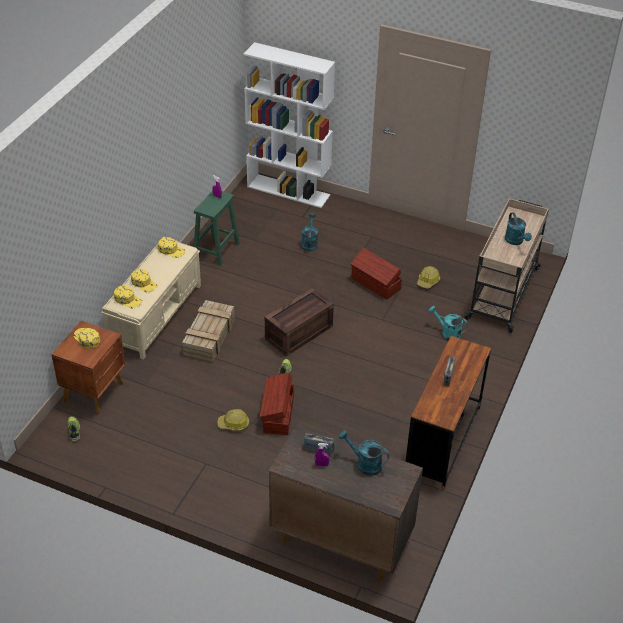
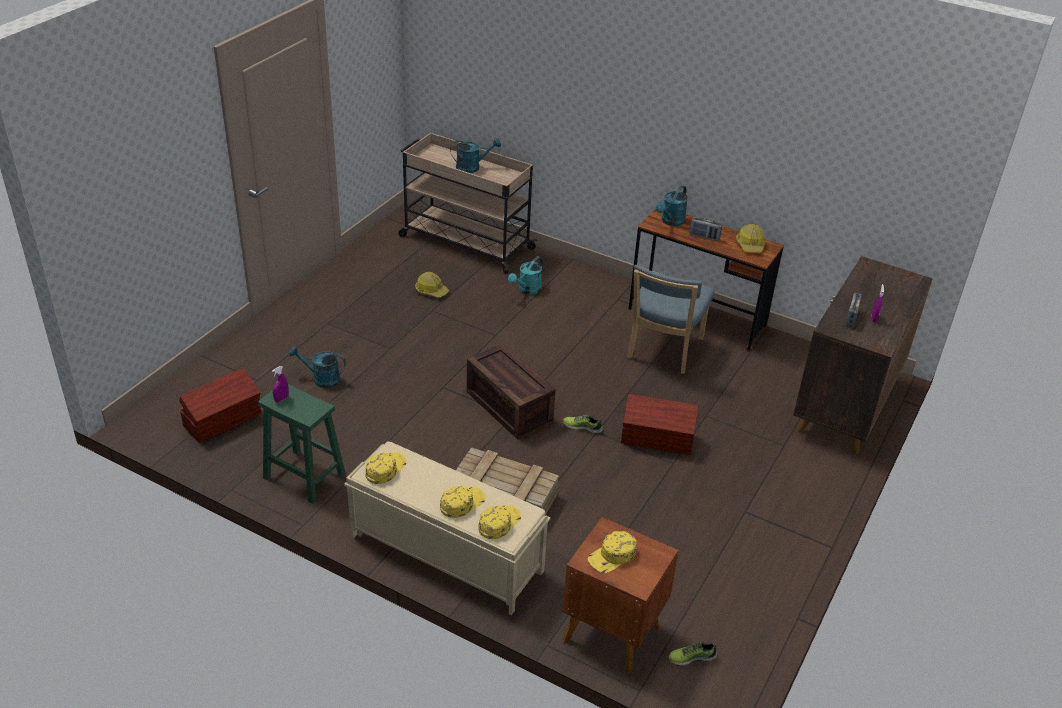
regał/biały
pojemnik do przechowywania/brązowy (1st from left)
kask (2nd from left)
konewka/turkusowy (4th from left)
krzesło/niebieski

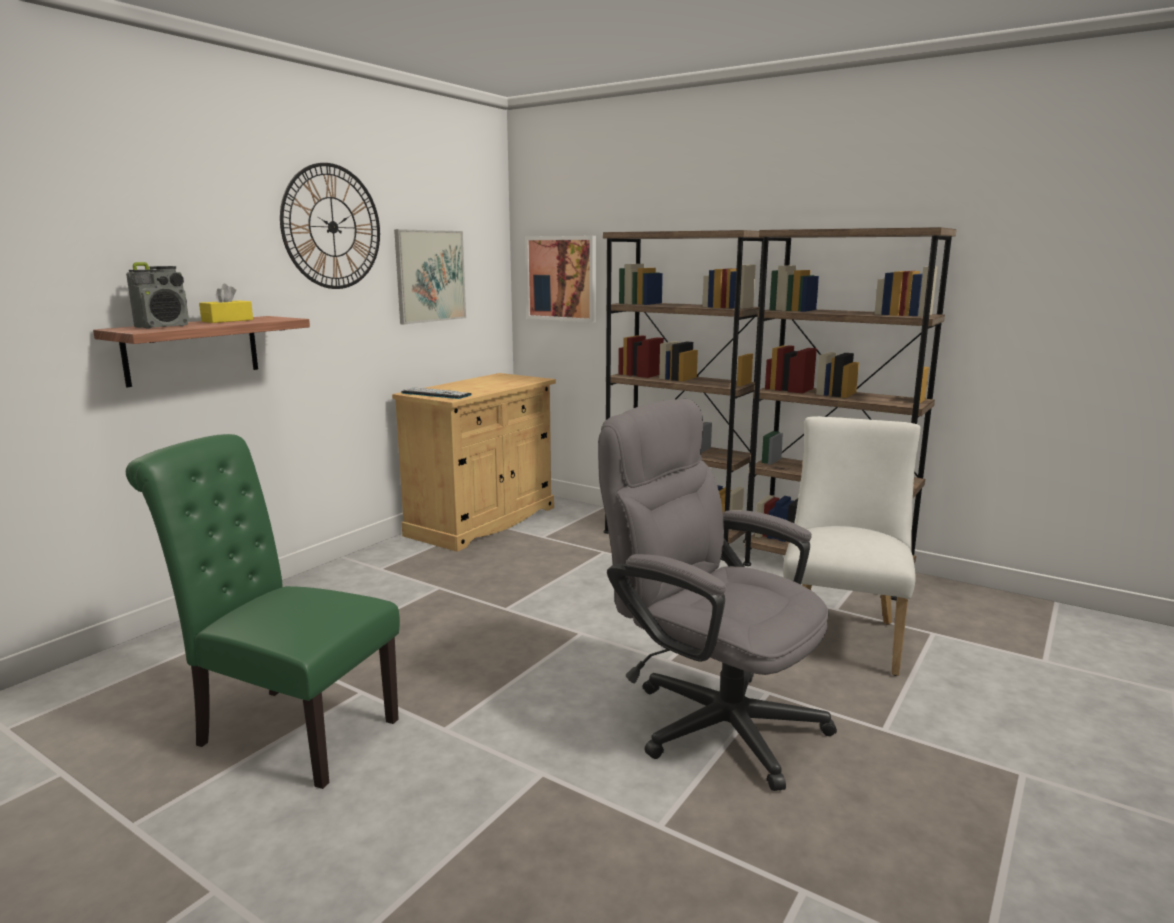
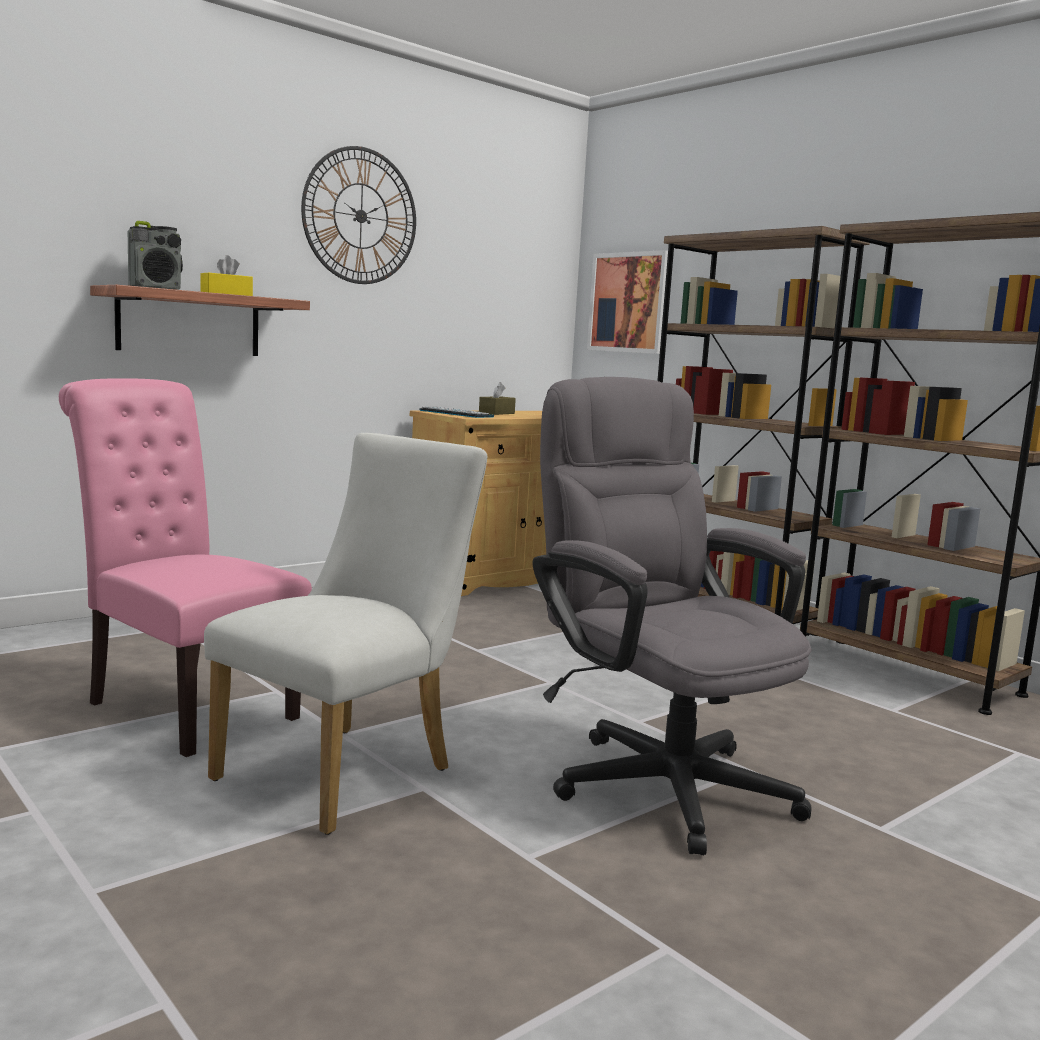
obraz (1st from left in the first image)
krzesło/biały
krzesło/różowy
pudełko chusteczek/brązowy

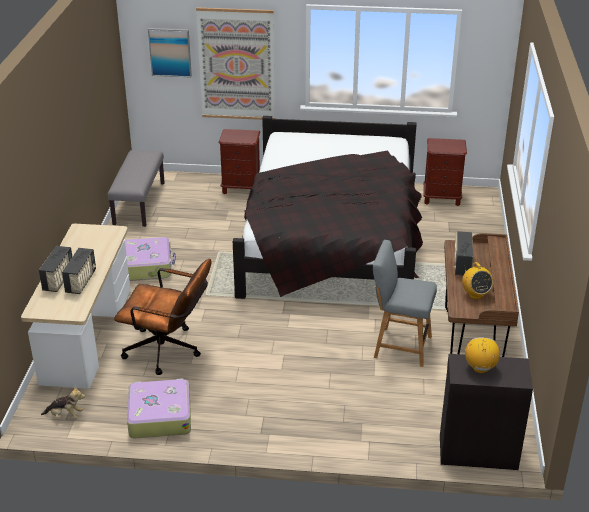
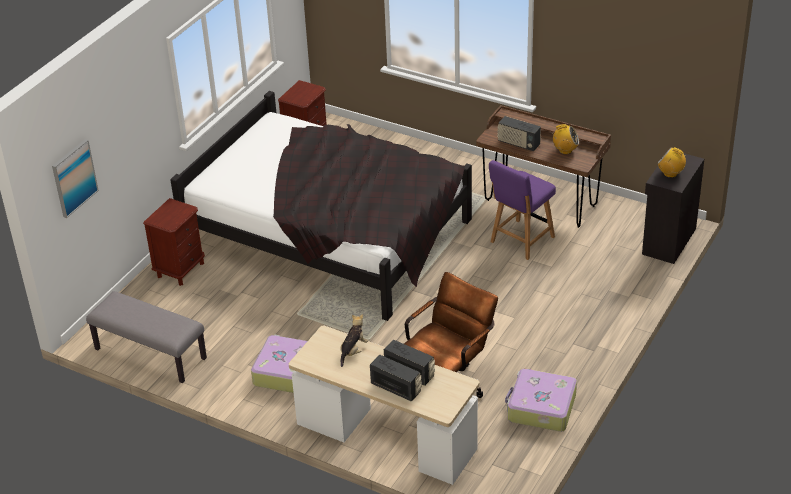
obraz (2nd from left in the first image)
krzesło/fioletowy
pluszak

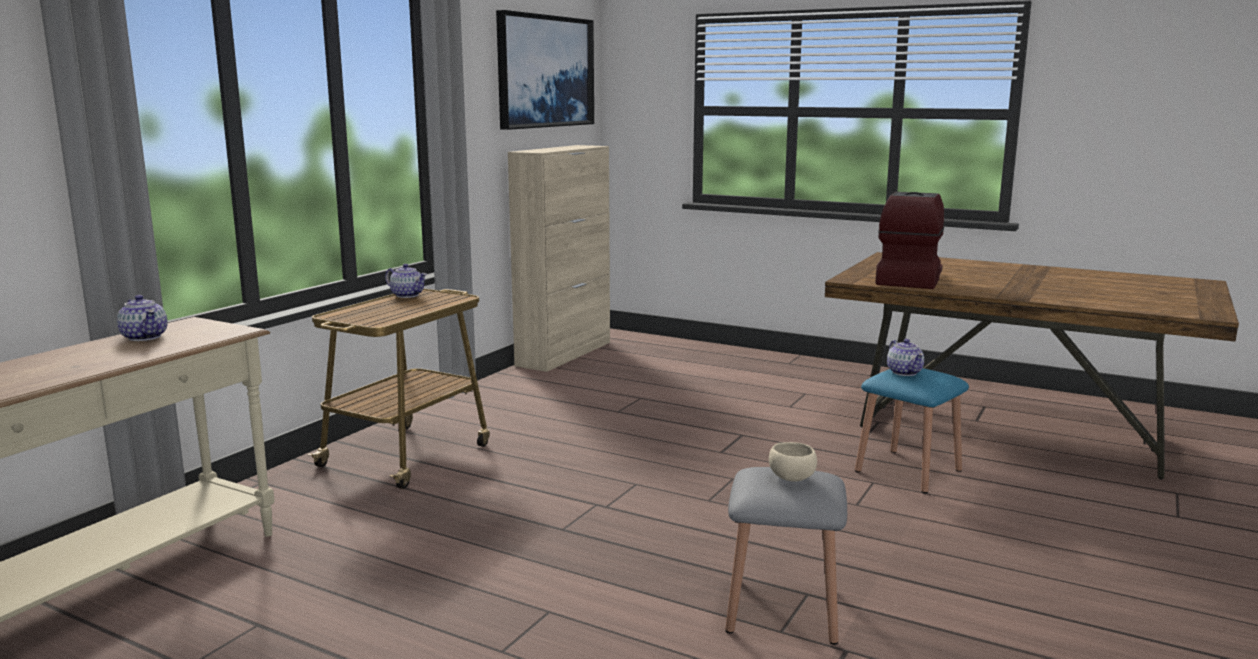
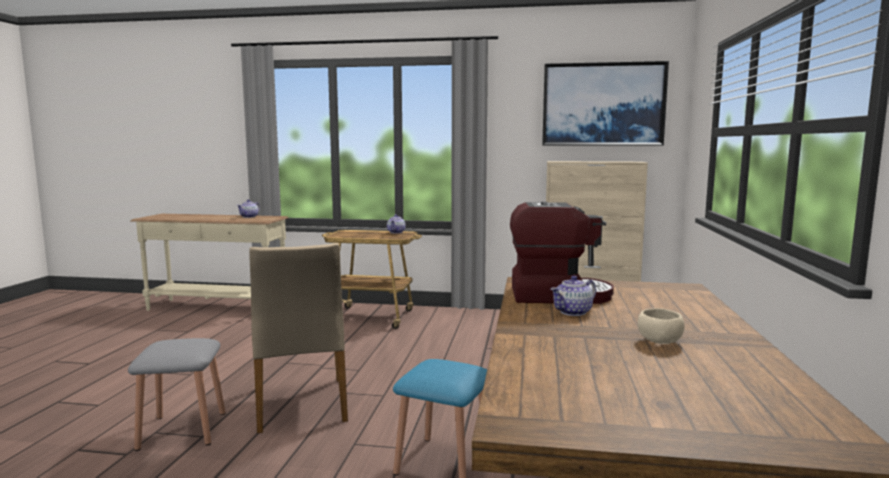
imbryk (3rd from left)
miska/beżowy
krzesło/beżowy

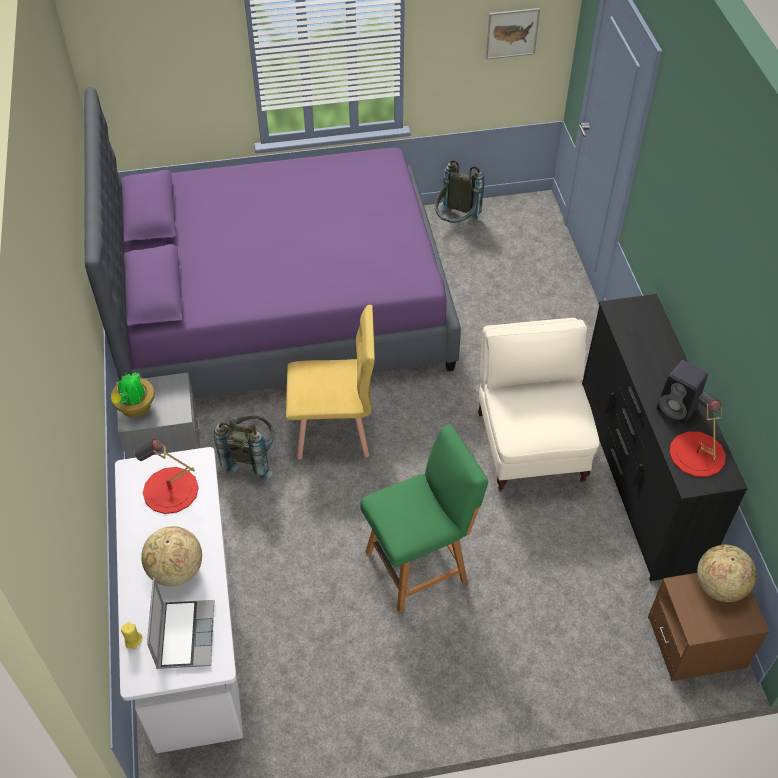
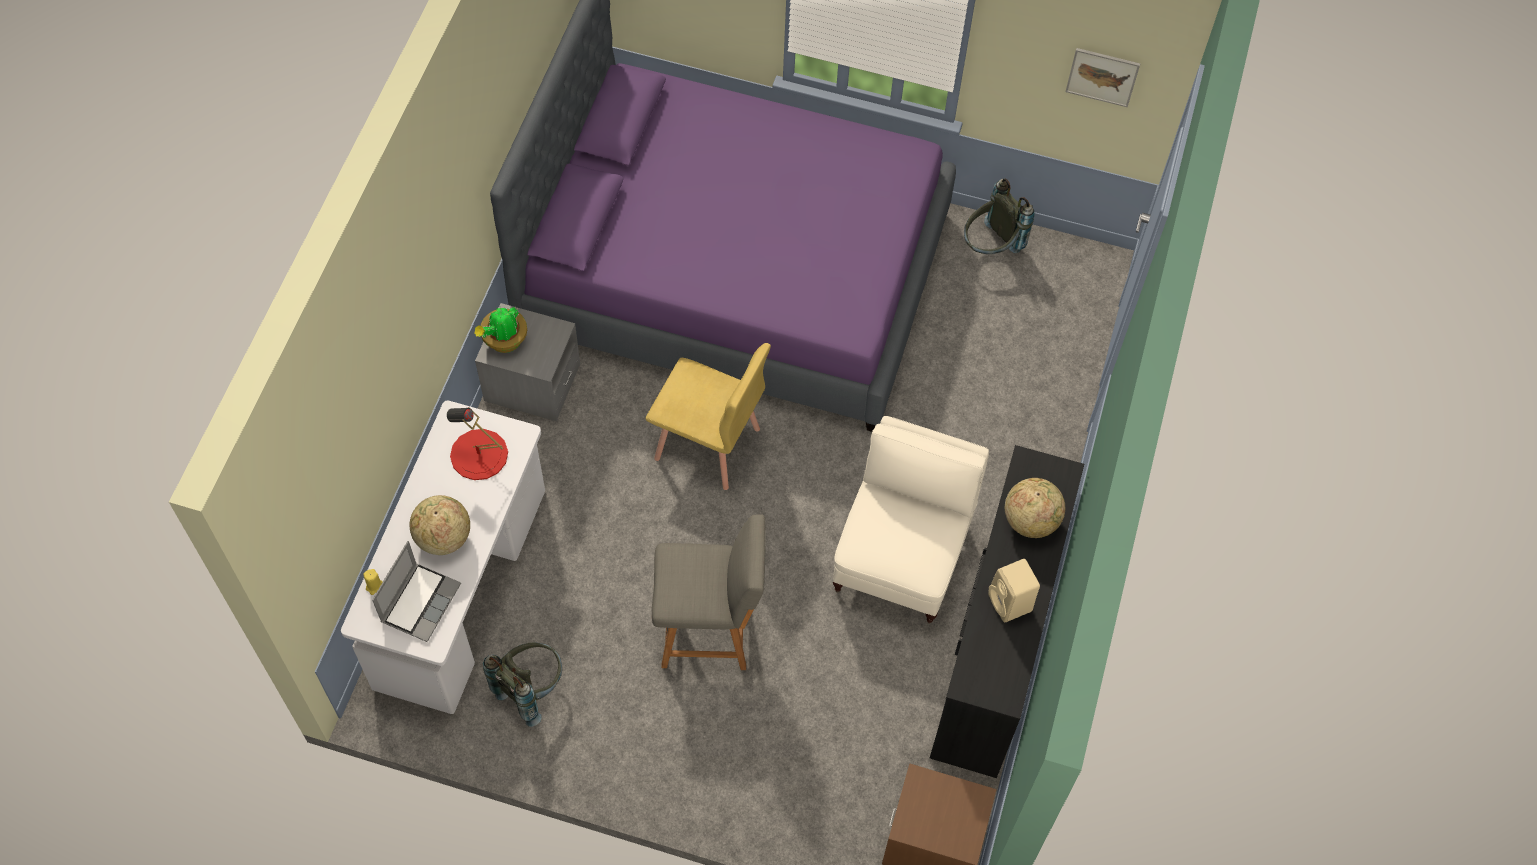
głośnik/beżowy
lampa stołowa/czerwony (2nd from left in the first image)
plecak/szary (1st from left)
krzesło/szary
globus (2nd from left)

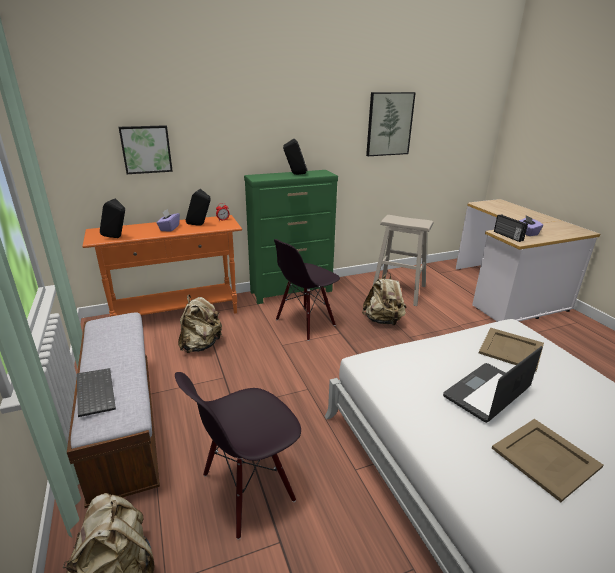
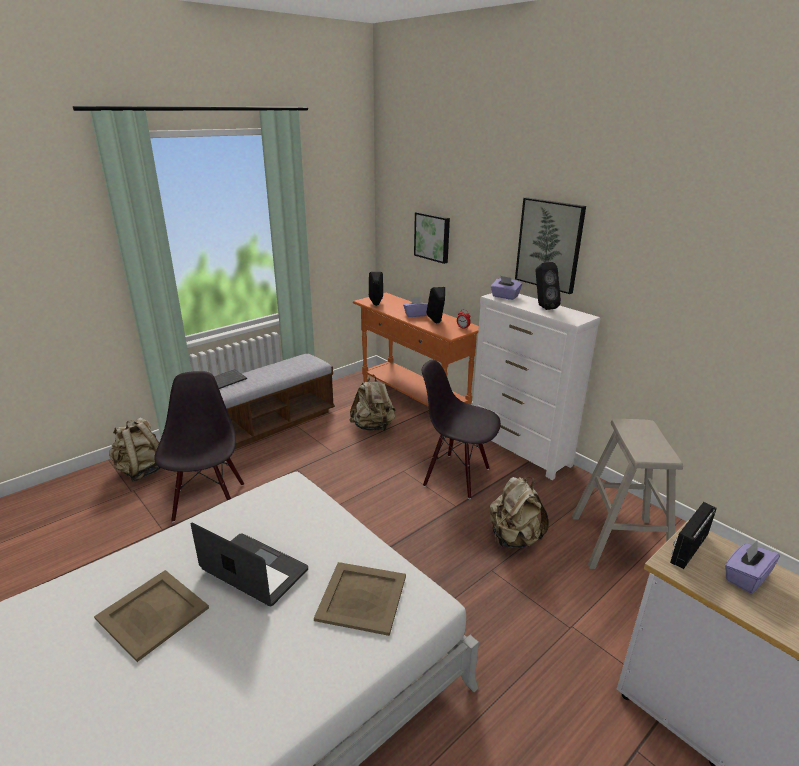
obraz (2nd from left)
komoda/biały
krzesło/czarny (1st from left)
pudełko chusteczek/fioletowy (2nd from left)

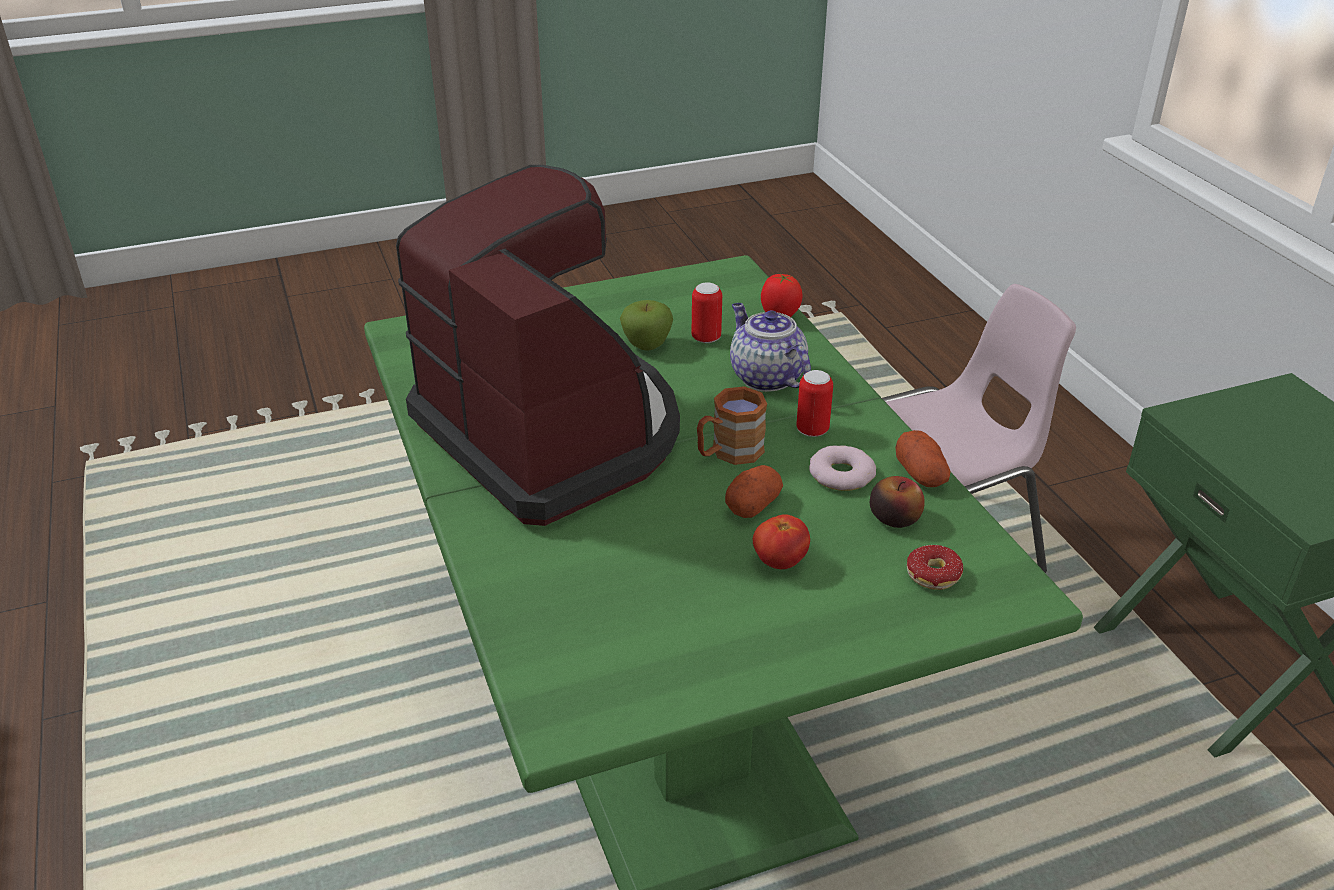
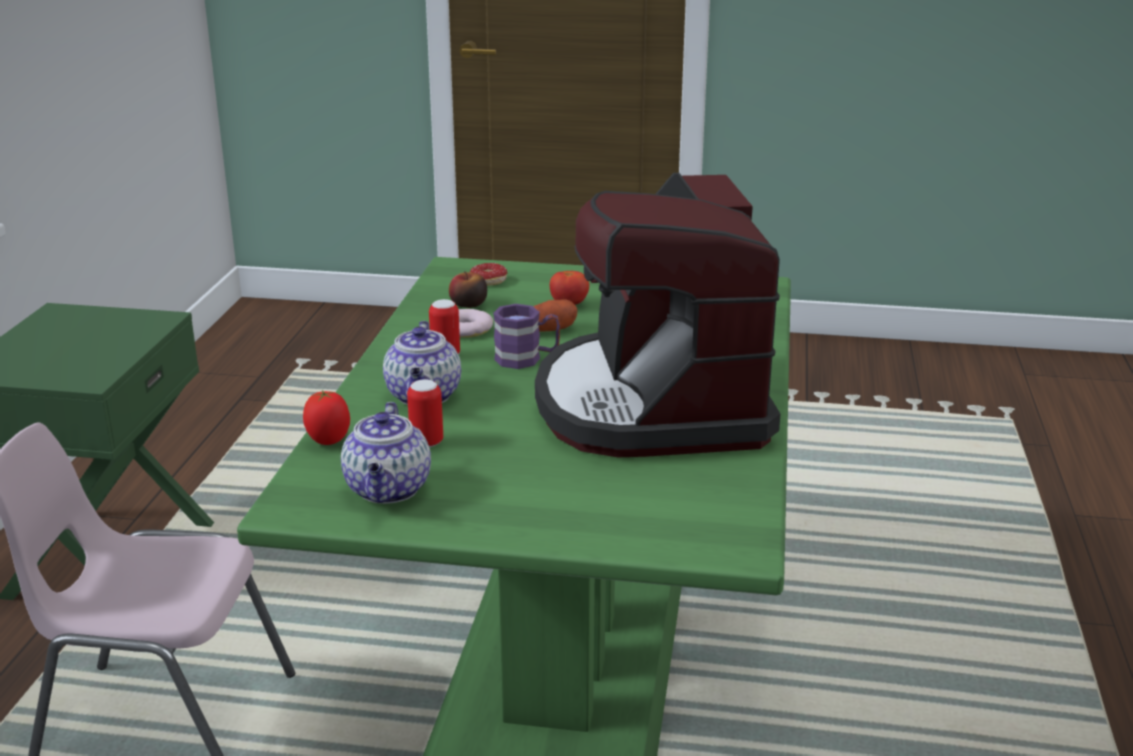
jabłko (1st from left in the first image)
kubek/fioletowy
ziemniak (2nd from left in the first image)
imbryk (1st from left)

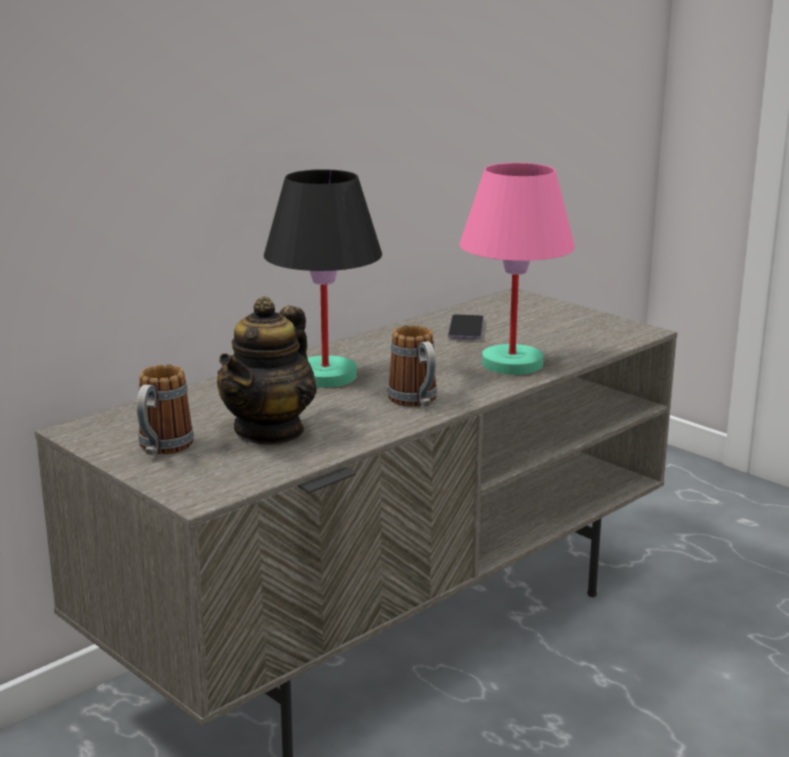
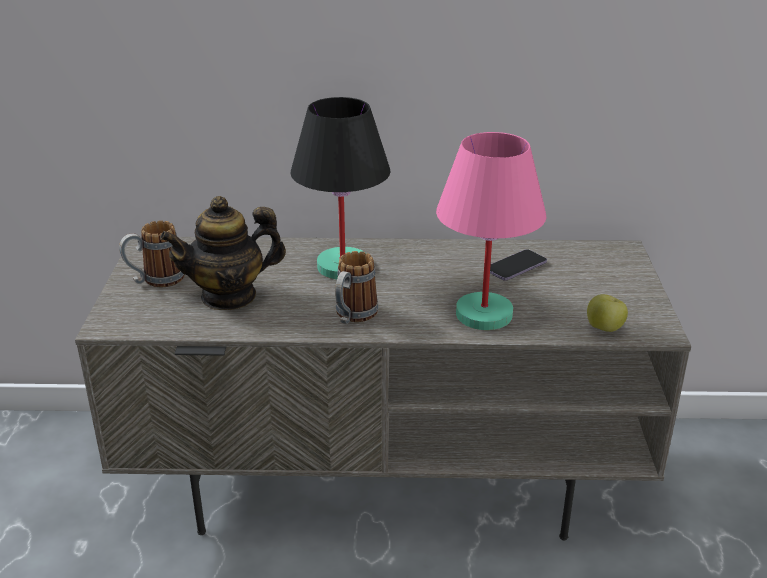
jabłko

